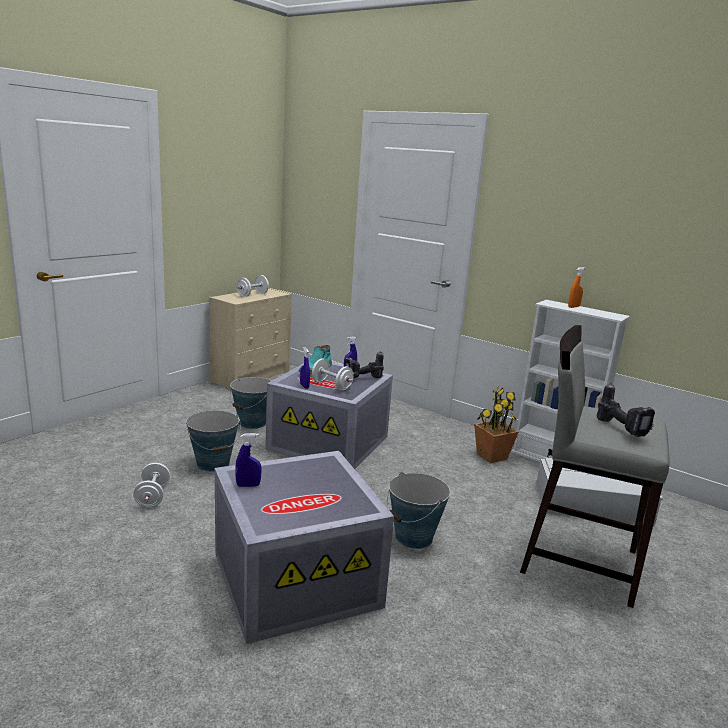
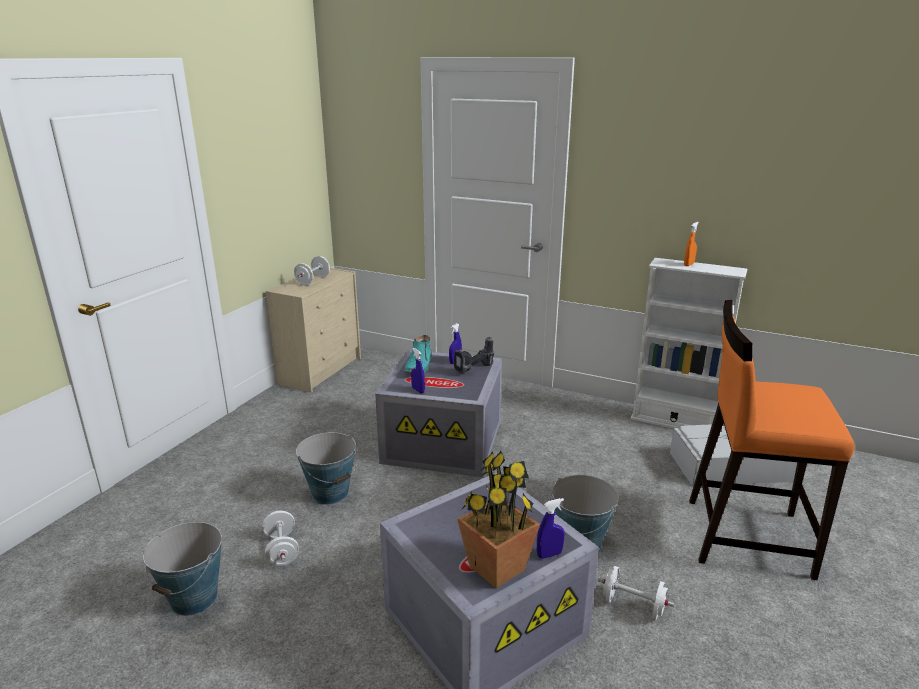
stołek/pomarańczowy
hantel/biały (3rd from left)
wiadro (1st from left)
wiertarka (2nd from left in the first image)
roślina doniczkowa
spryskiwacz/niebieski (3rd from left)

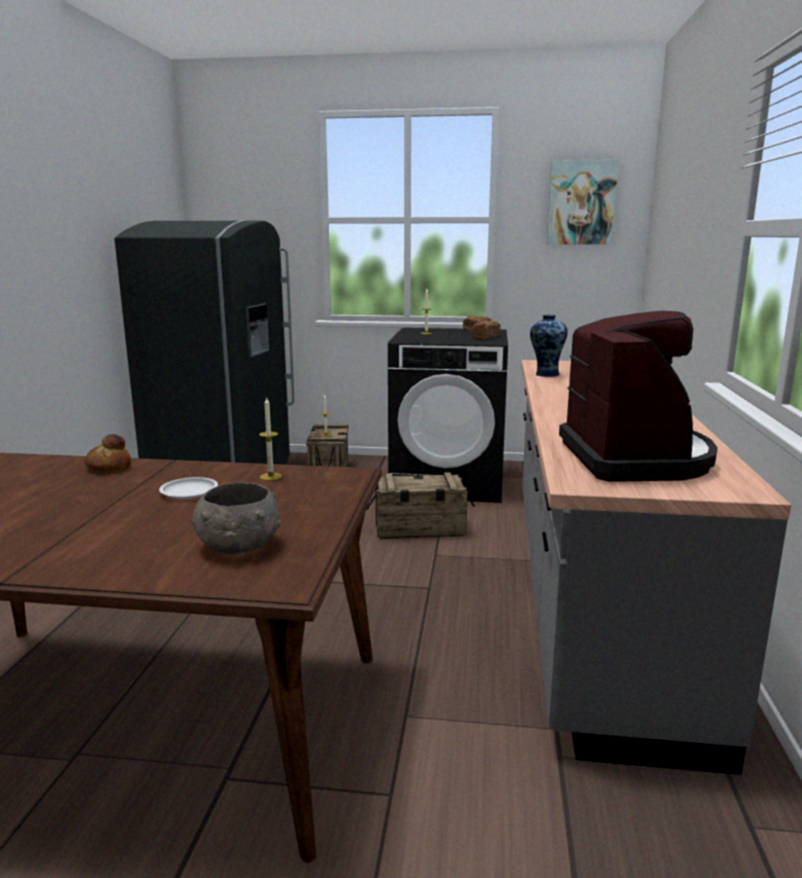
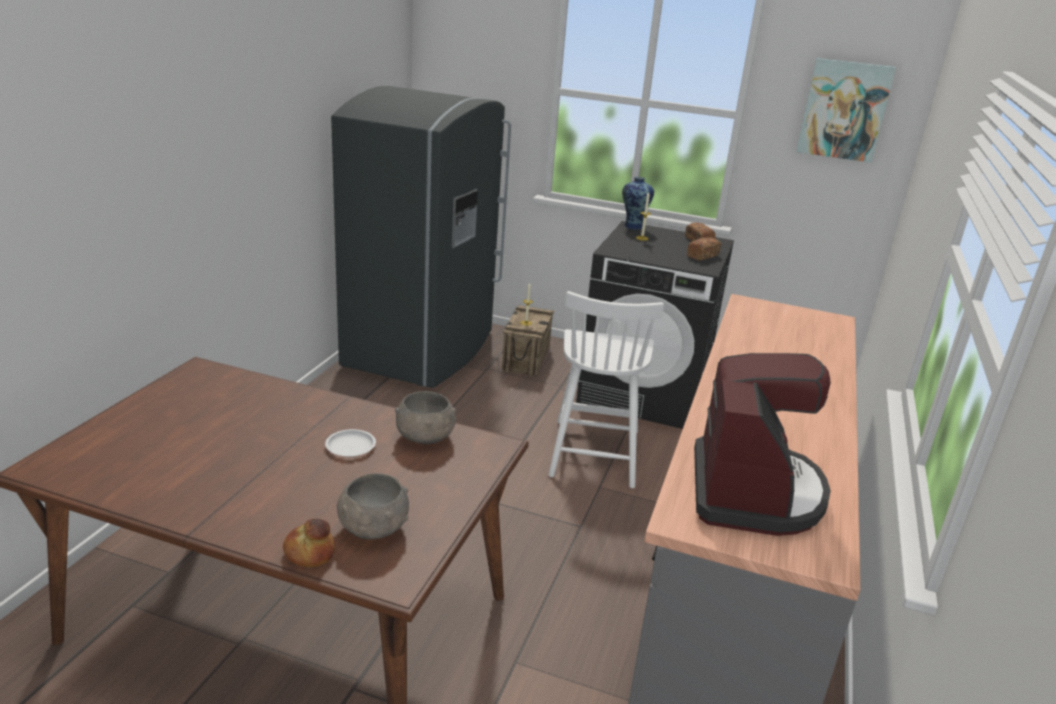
wazon
miska/szary (2nd from left)
chleb (1st from left)
krzesło/biały

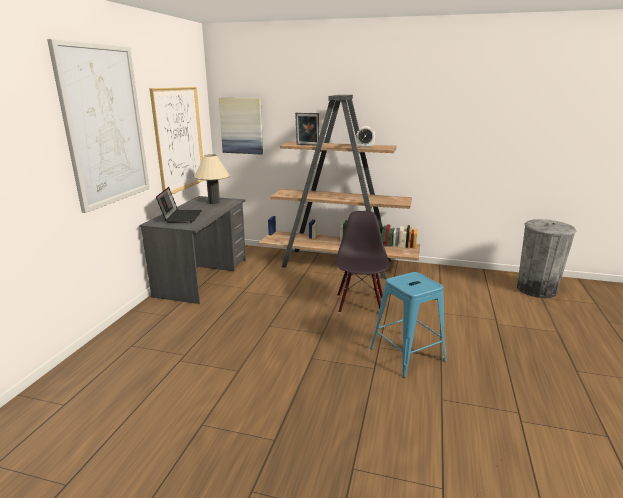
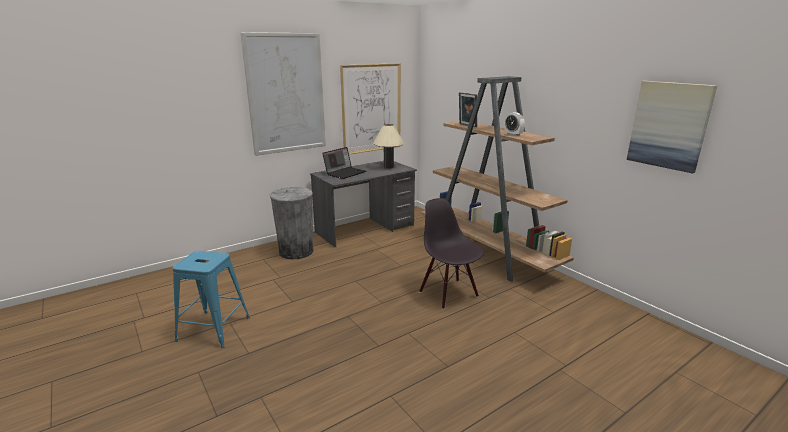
obraz (3rd from left)
krzesło/czarny
kosz na śmieci/szary
stołek/niebieski

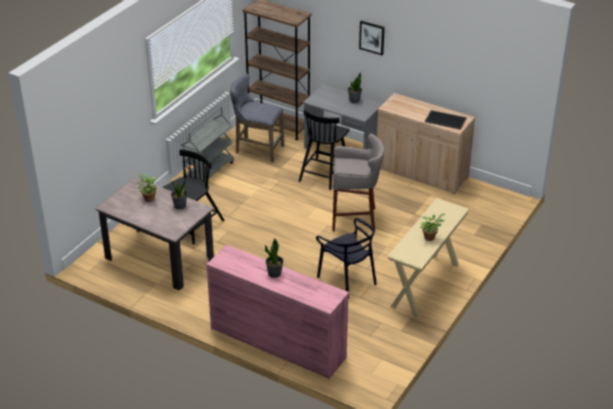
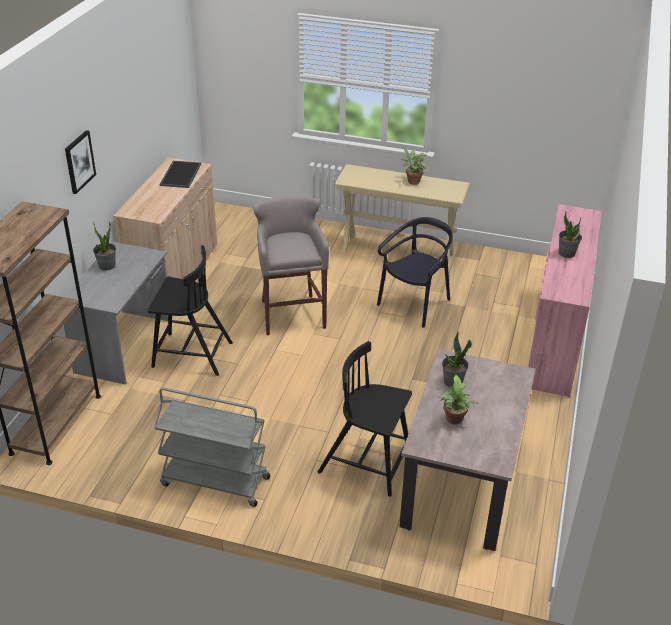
stołek/szary (1st from left in the first image)

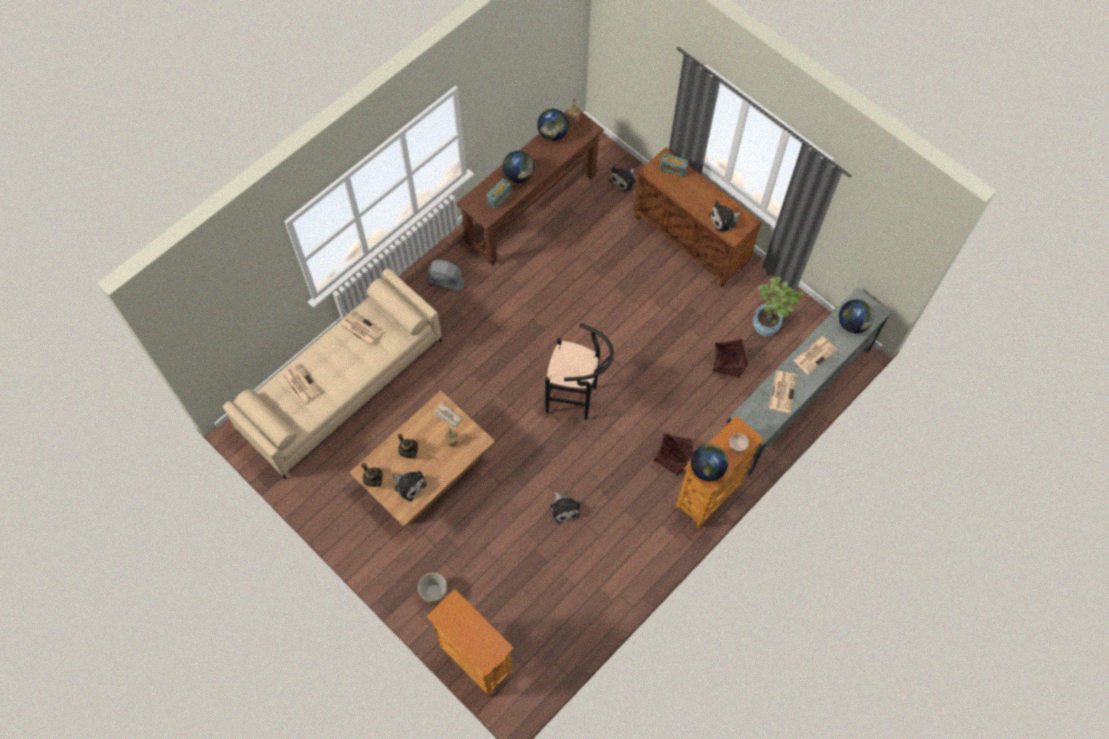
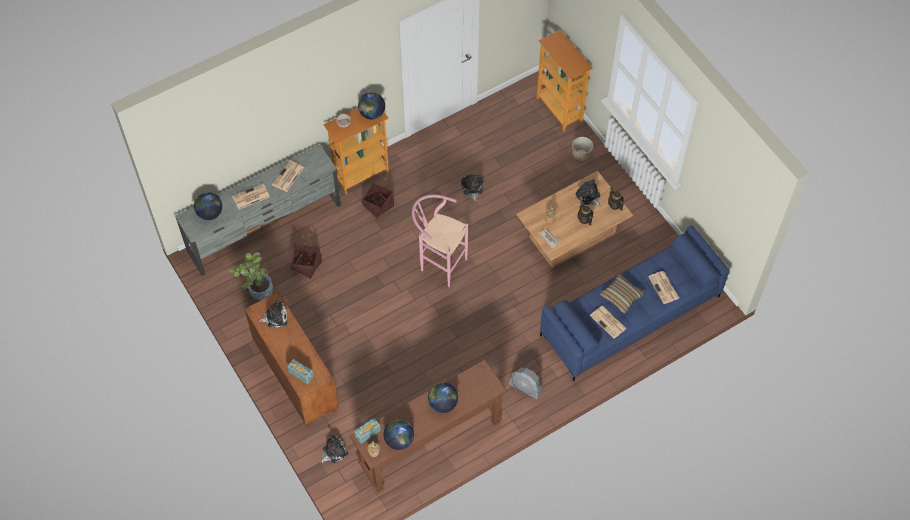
radio (2nd from left)
kanapa/niebieski
stołek/różowy
poduszka

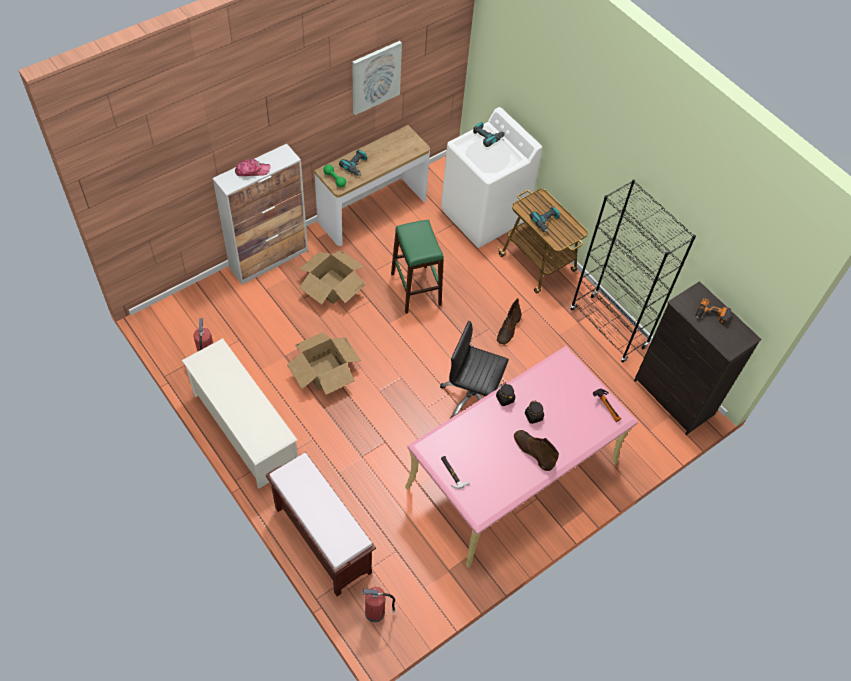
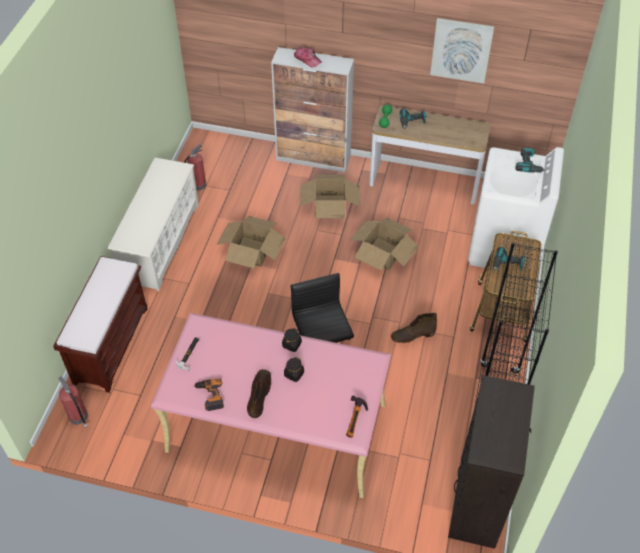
karton (3rd from left)
wiertarka (1st from left)

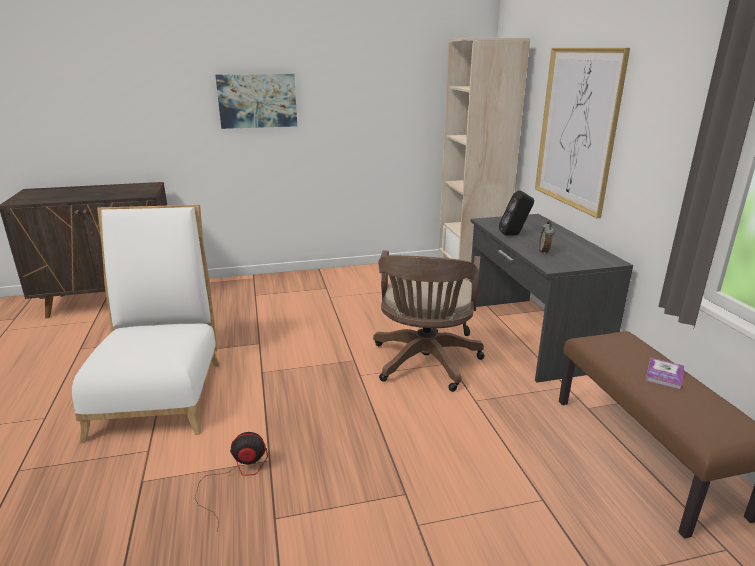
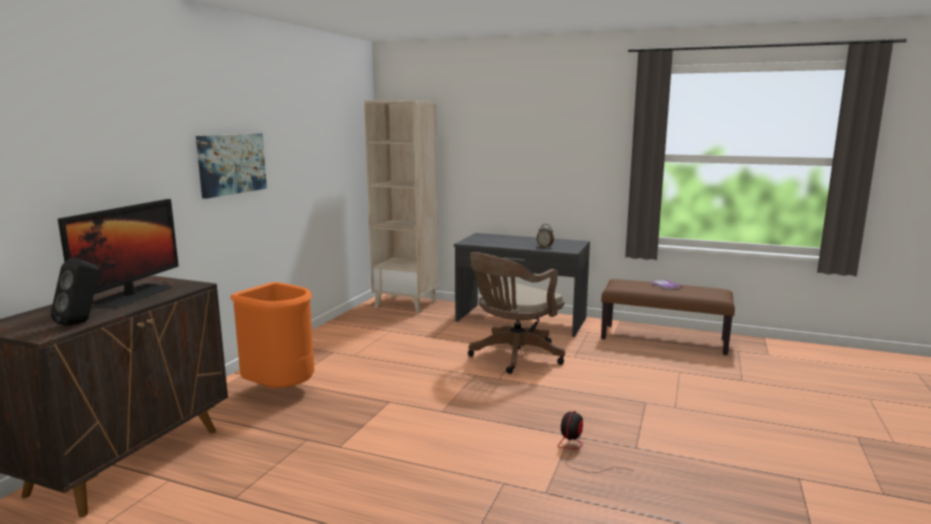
obraz (2nd from left in the first image)
głośnik/czarny
krzesło/biały
krzesło biurowe/brązowy
monitor
kosz na śmieci/pomarańczowy

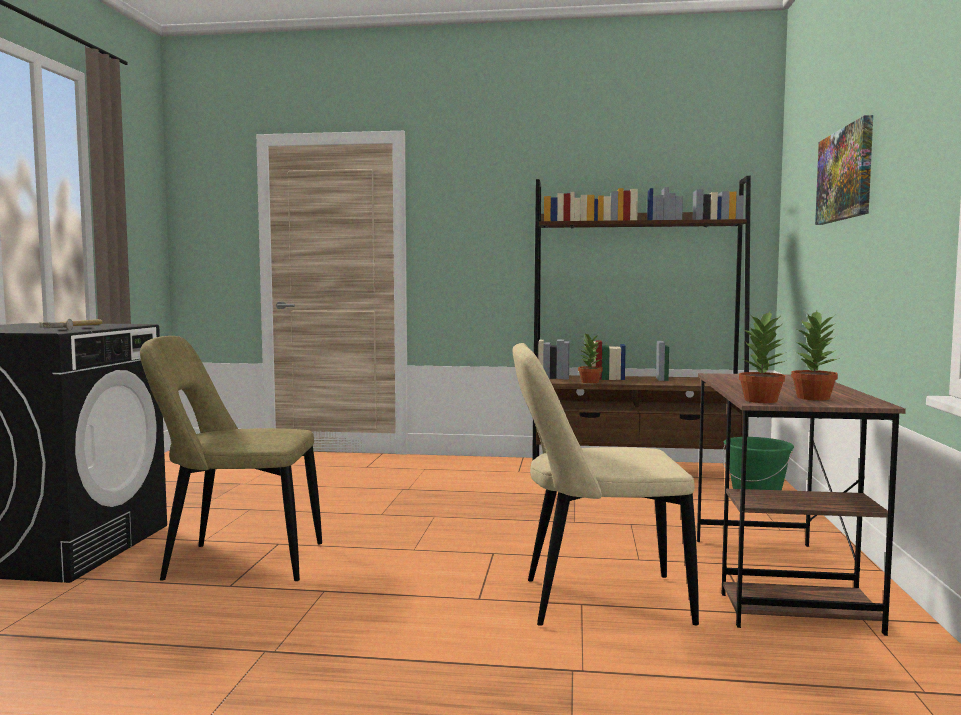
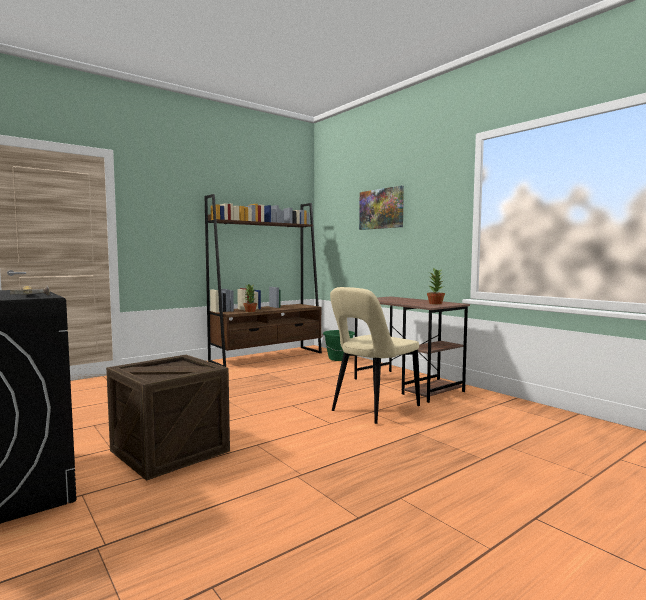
roślina doniczkowa (2nd from left in the first image)
skrzynka

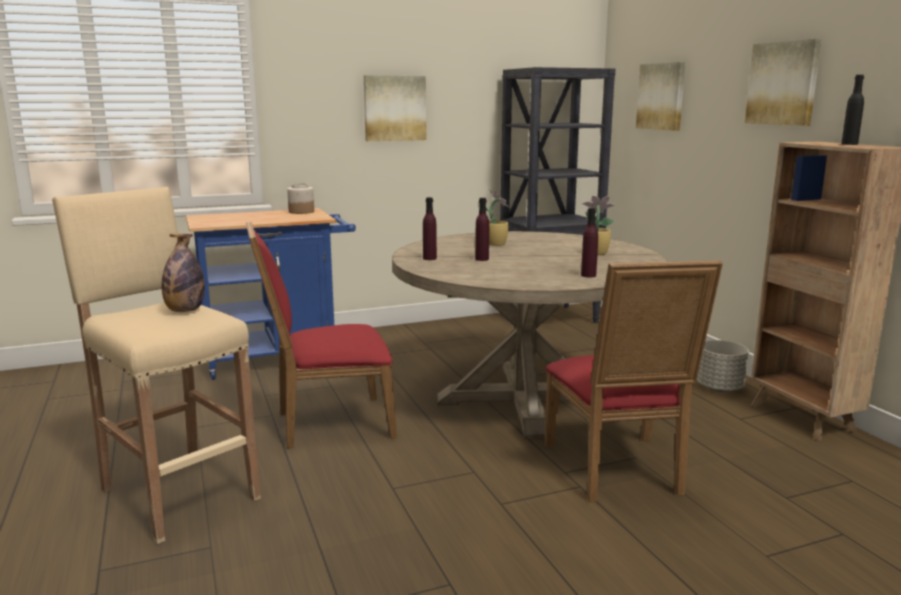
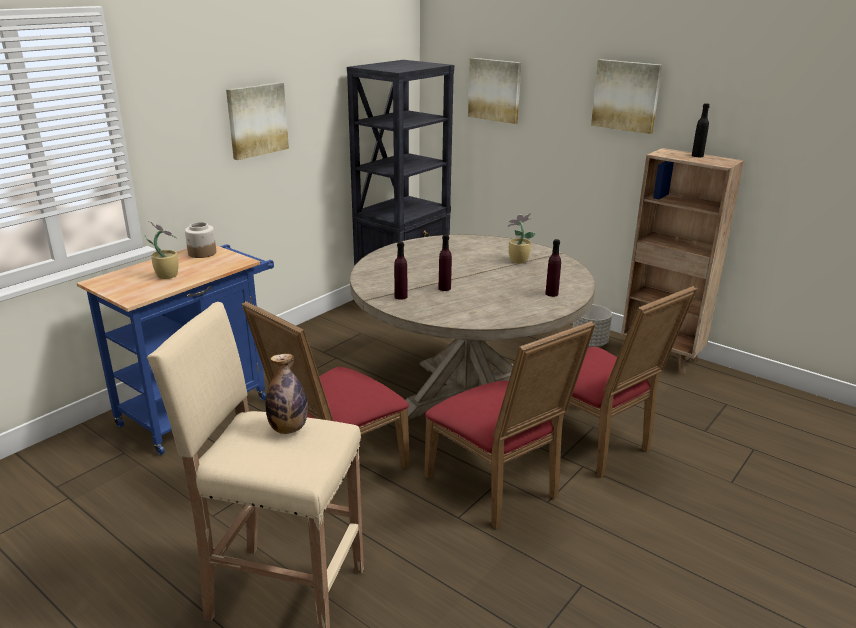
roślina doniczkowa (1st from left)
krzesło/czerwony (2nd from left)

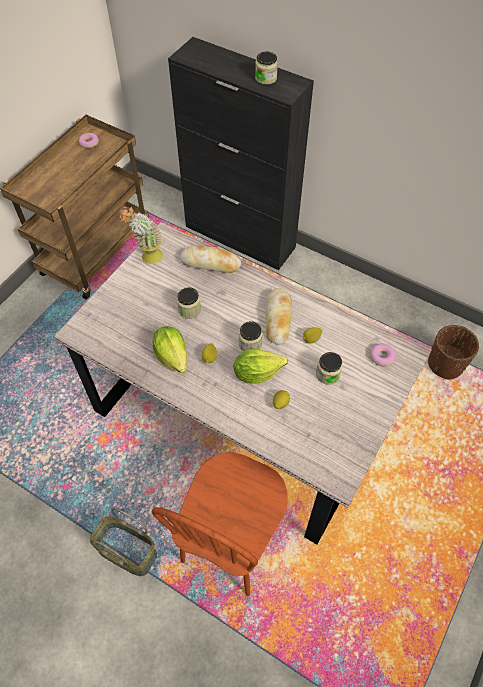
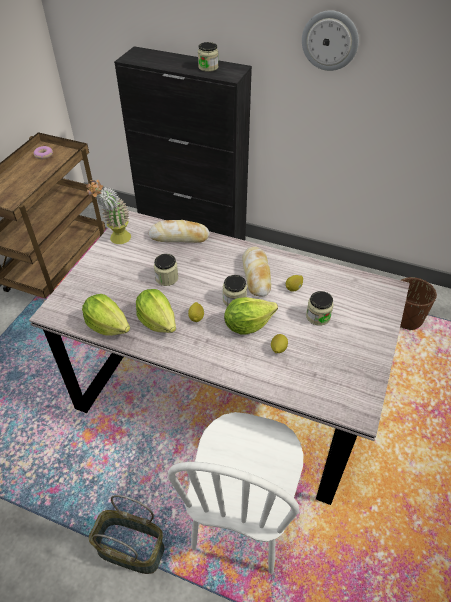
donut (2nd from left in the first image)
krzesło/biały
zegar ścienny
sałata (1st from left)

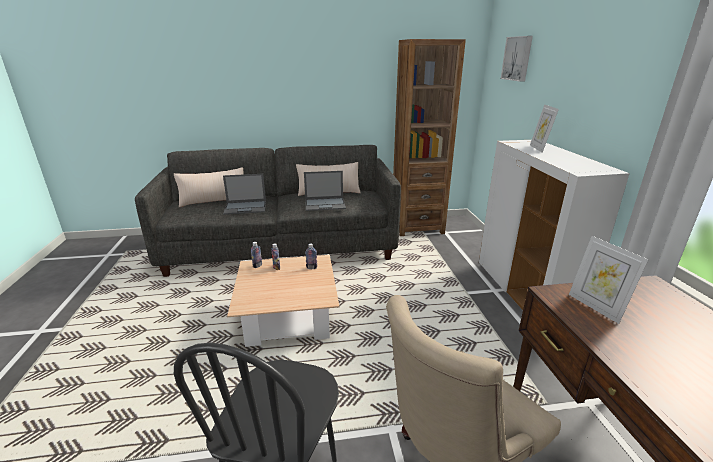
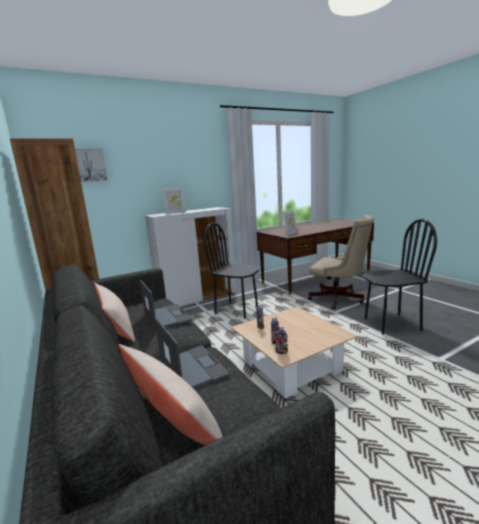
krzesło/czarny (1st from left)

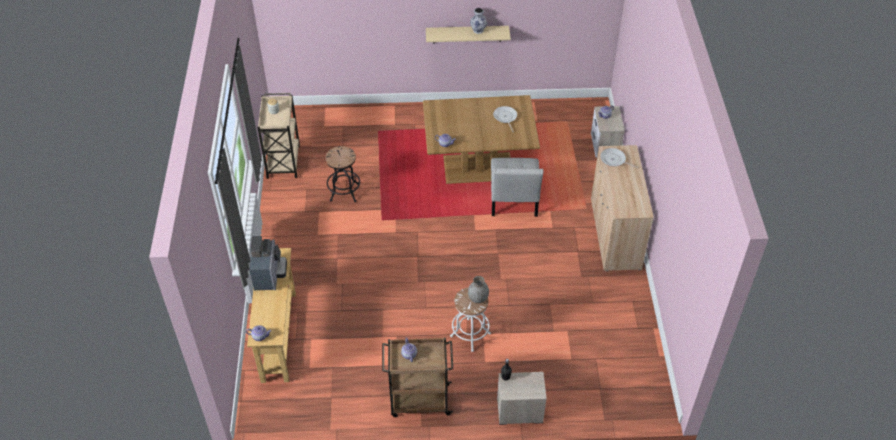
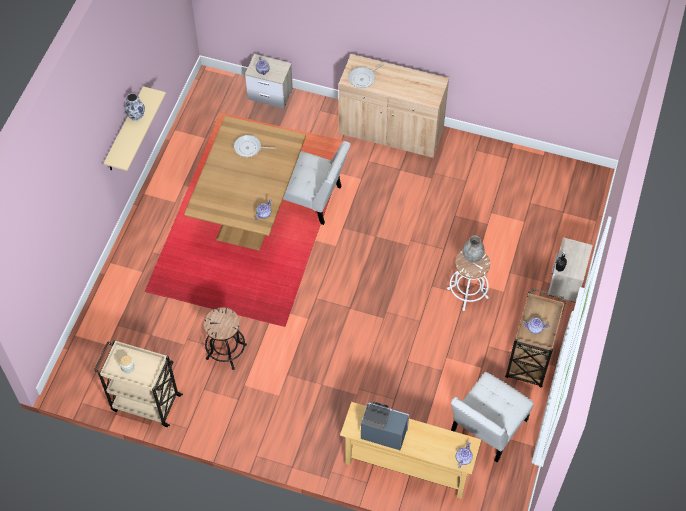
krzesło/biały (2nd from left)

